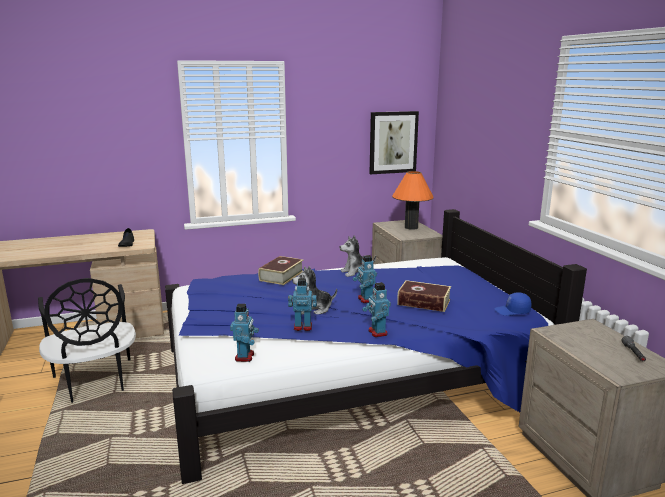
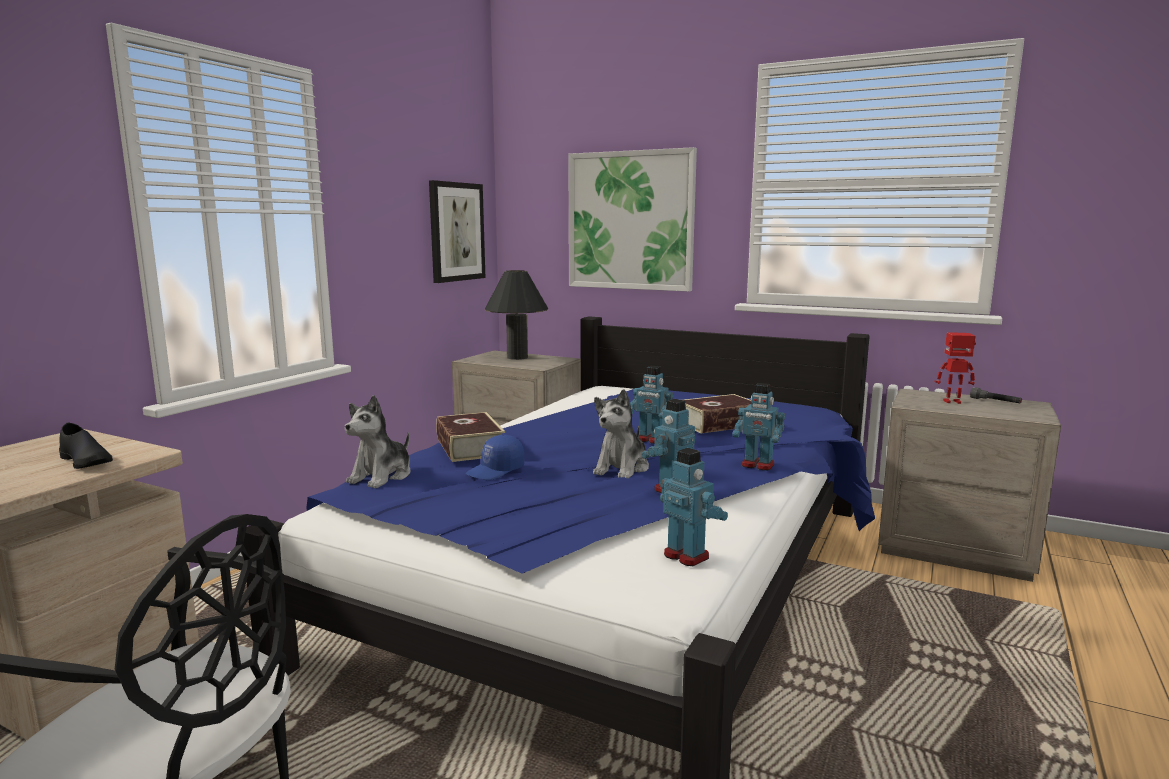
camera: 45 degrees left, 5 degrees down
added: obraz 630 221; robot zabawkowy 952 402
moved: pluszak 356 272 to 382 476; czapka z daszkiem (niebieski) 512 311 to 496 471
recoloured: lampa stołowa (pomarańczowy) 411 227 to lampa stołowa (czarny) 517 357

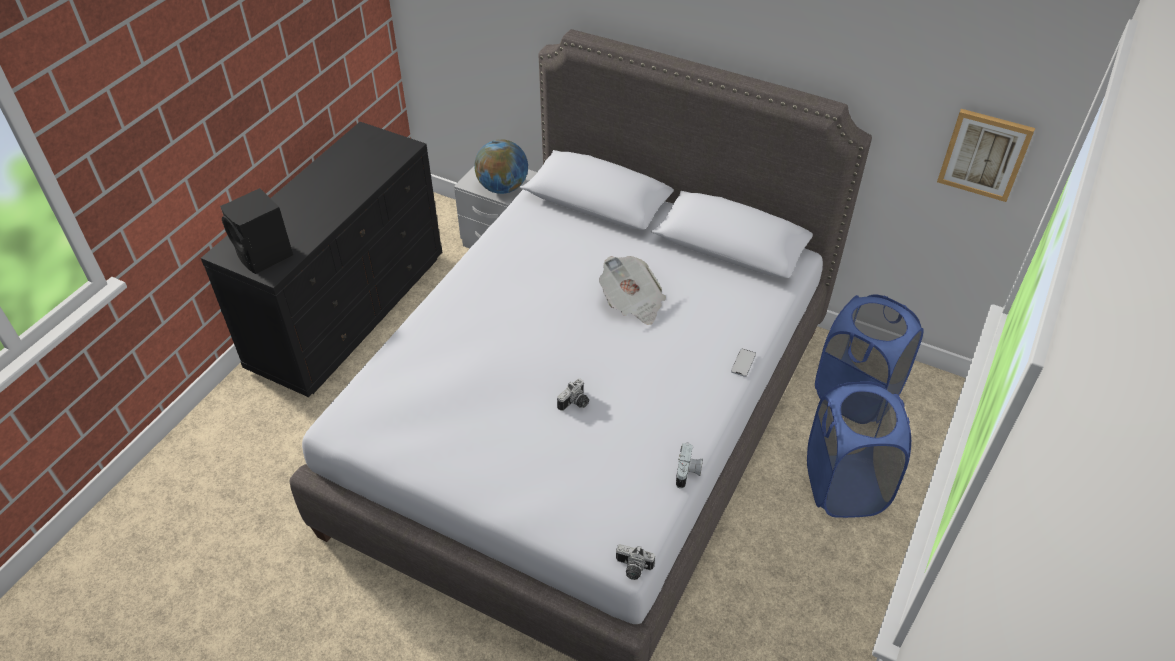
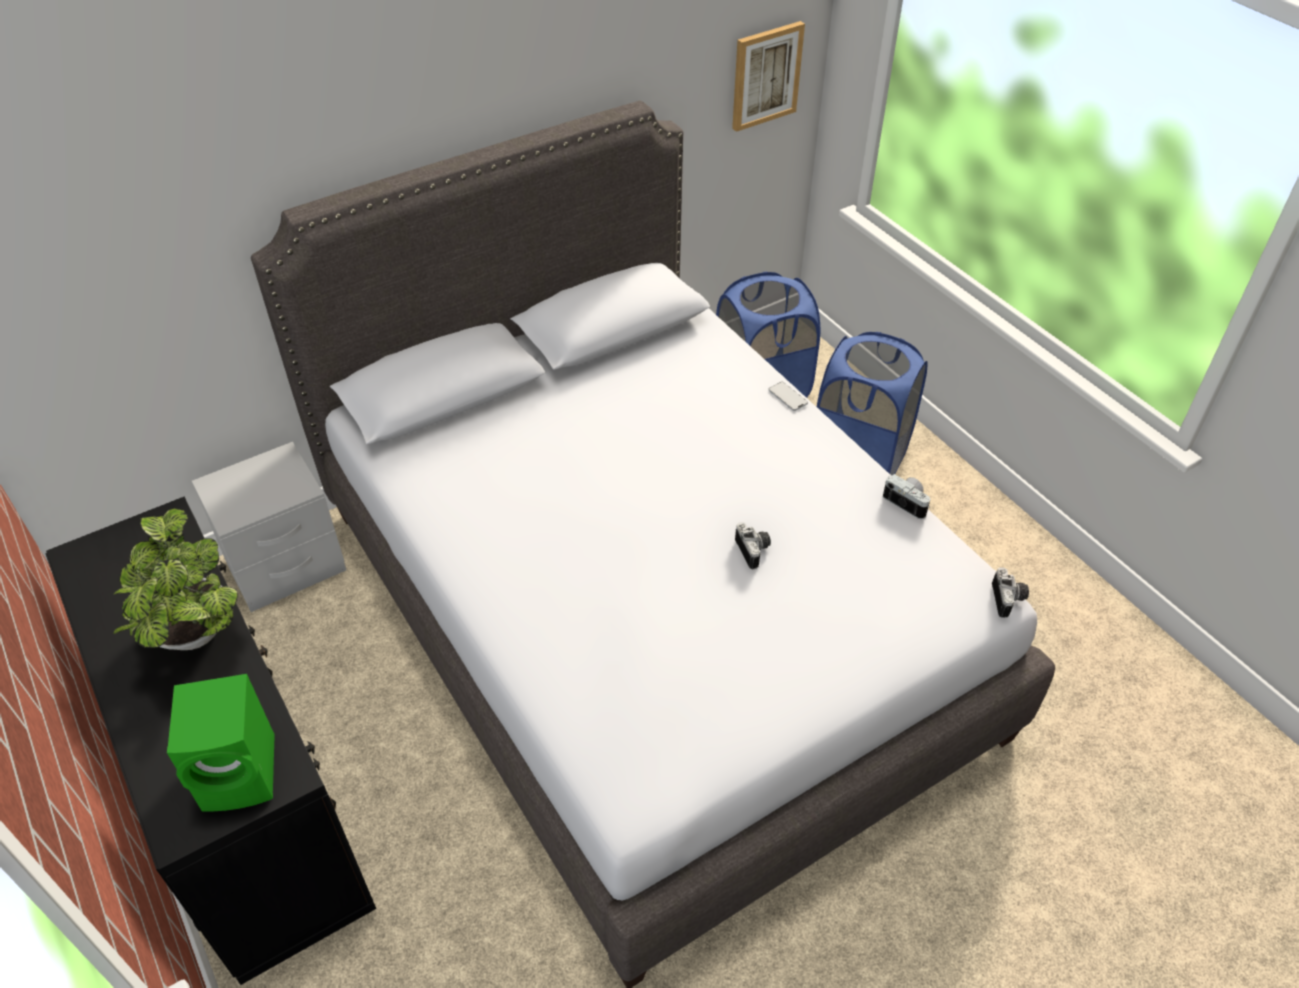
camera: 60 degrees left, 0 degrees up
removed: globus 503 187; gazeta 632 303
added: roślina doniczkowa 194 637
recoloured: głośnik (czarny) 265 256 to głośnik (zielony) 243 773
turned: aparat fotograficzny 632 569 = 1009 600 45 degrees counterclockwise

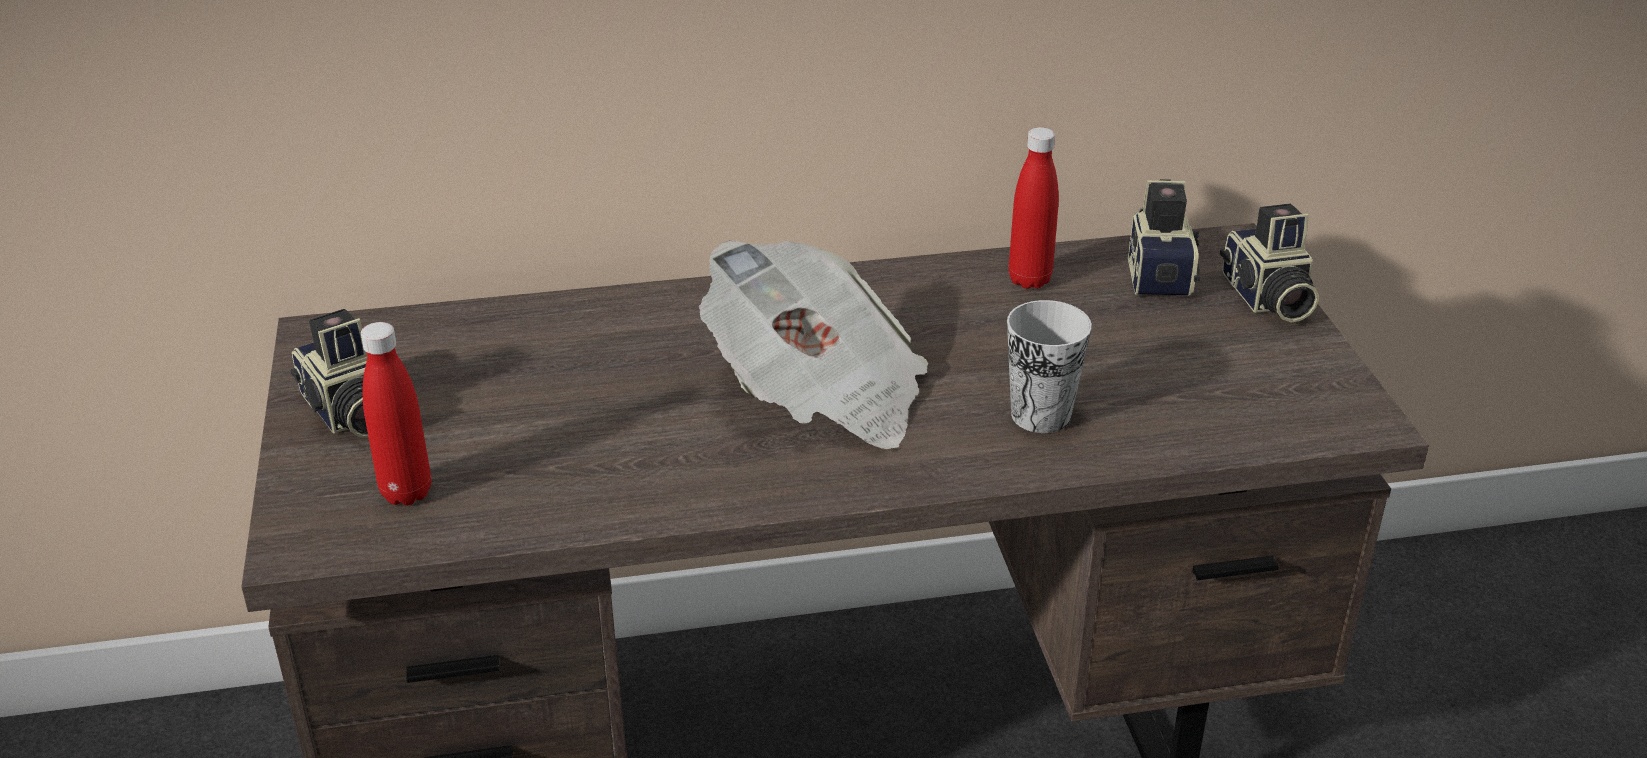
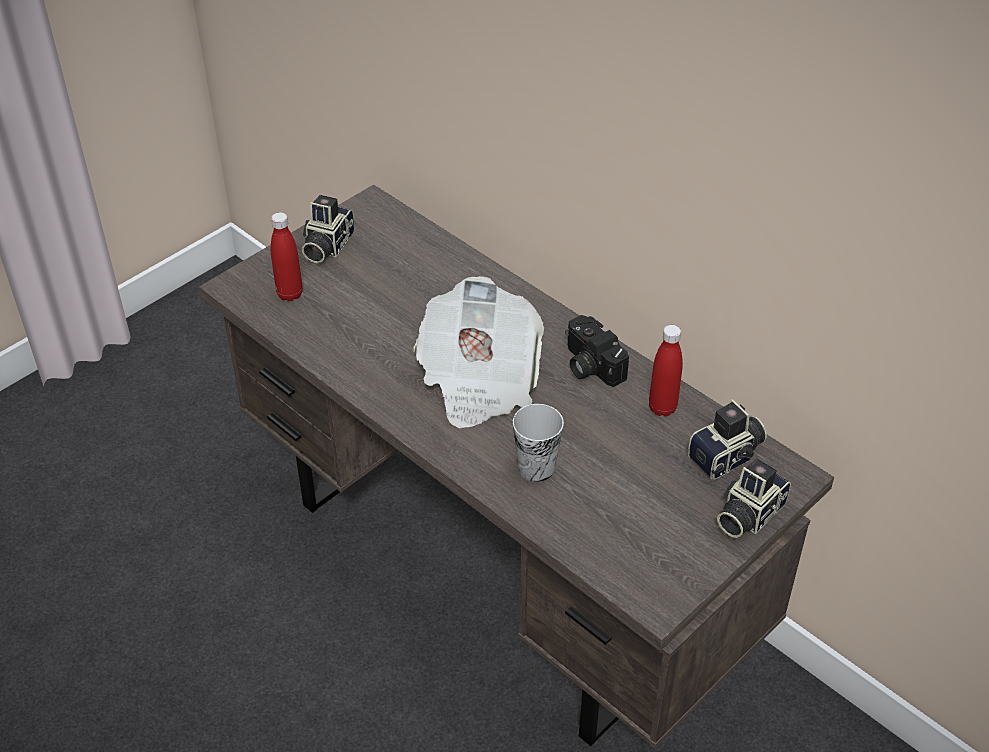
camera: 55 degrees right, 10 degrees up
added: aparat fotograficzny 589 365

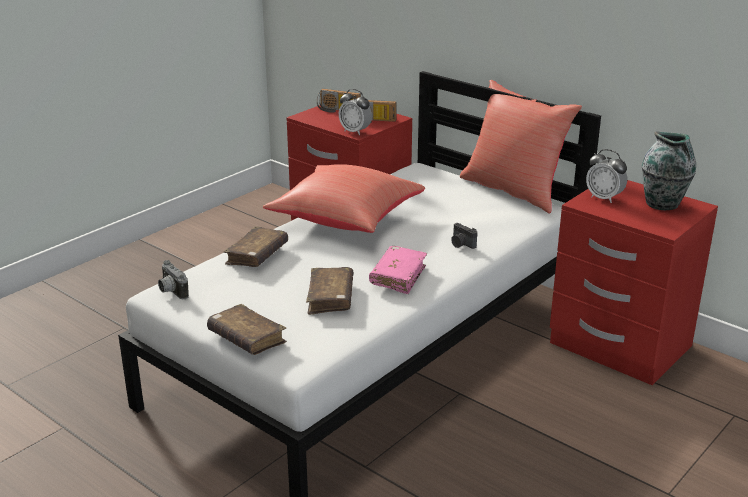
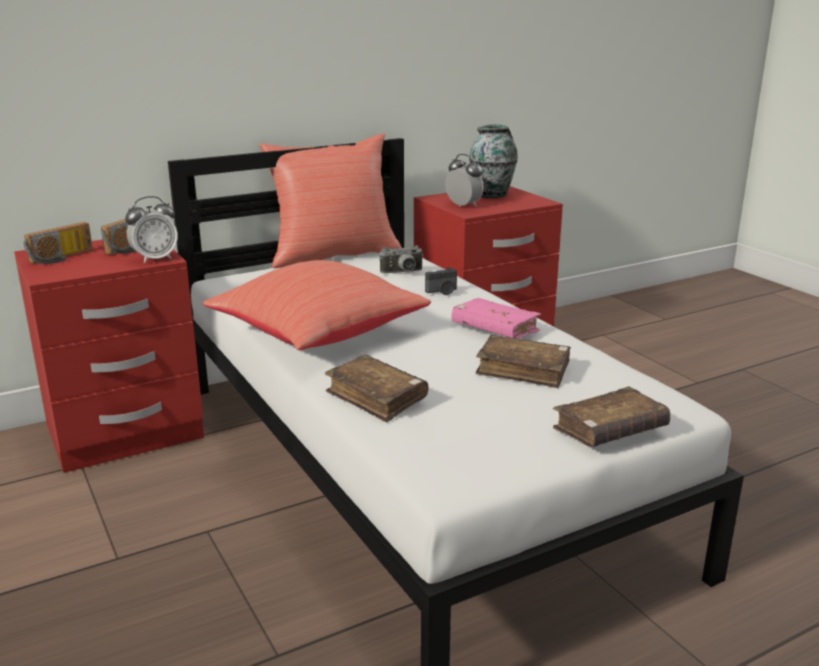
camera: 70 degrees left, 5 degrees down
moved: aparat fotograficzny 171 292 to 402 272
turned: budzik 604 198 = 463 206 105 degrees counterclockwise

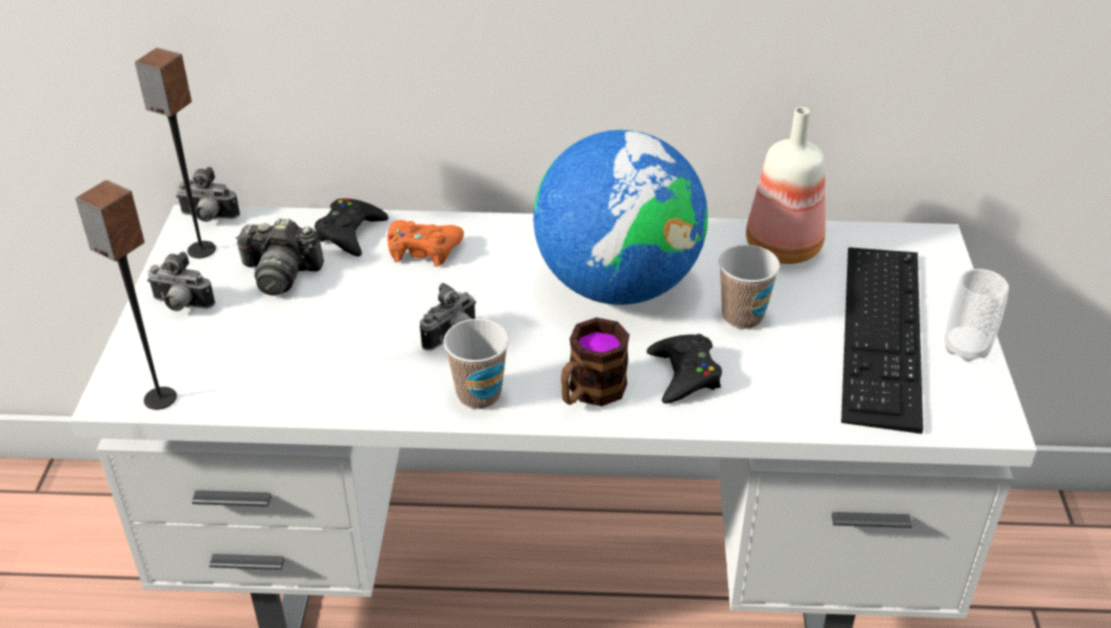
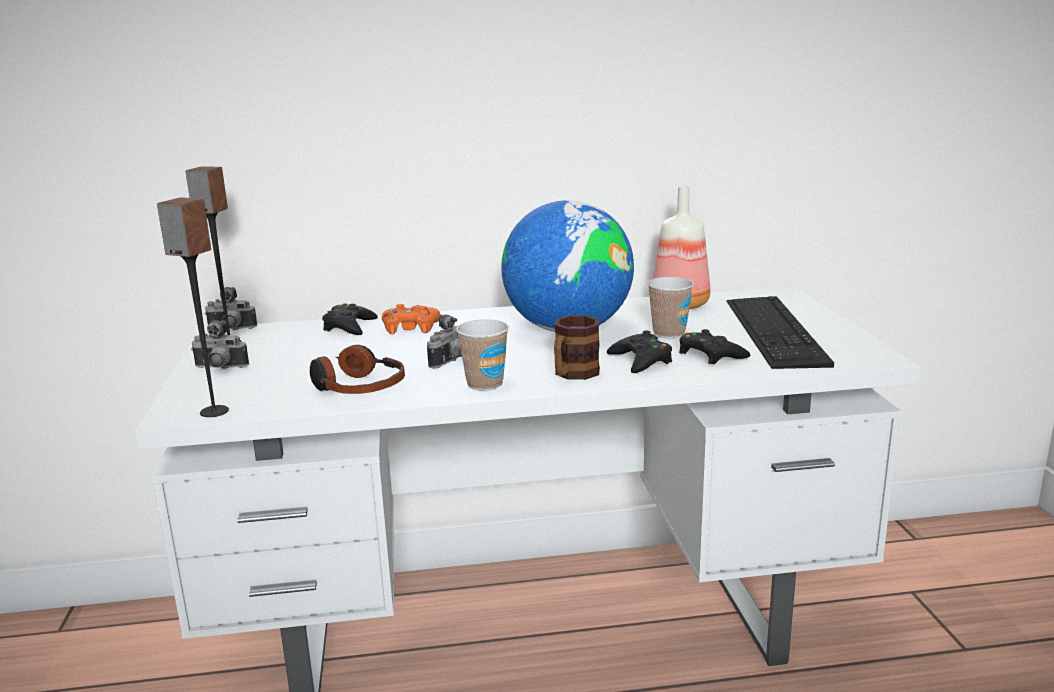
camera: 10 degrees left, 20 degrees down
removed: aparat fotograficzny 280 274; filiżanka 966 348
added: słuchawki 357 387; pad do gier (czarny) 710 355

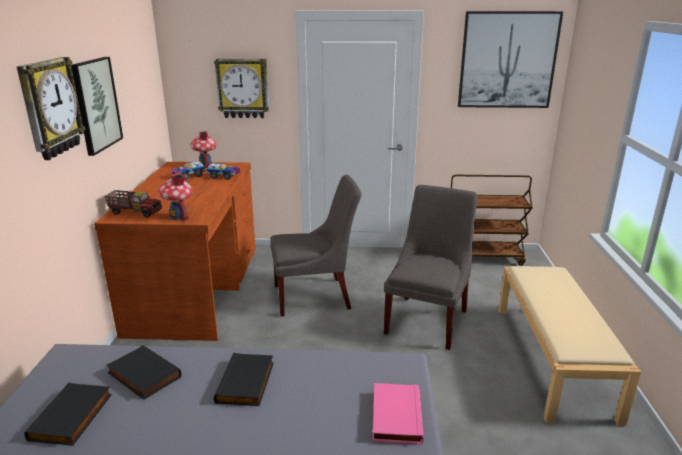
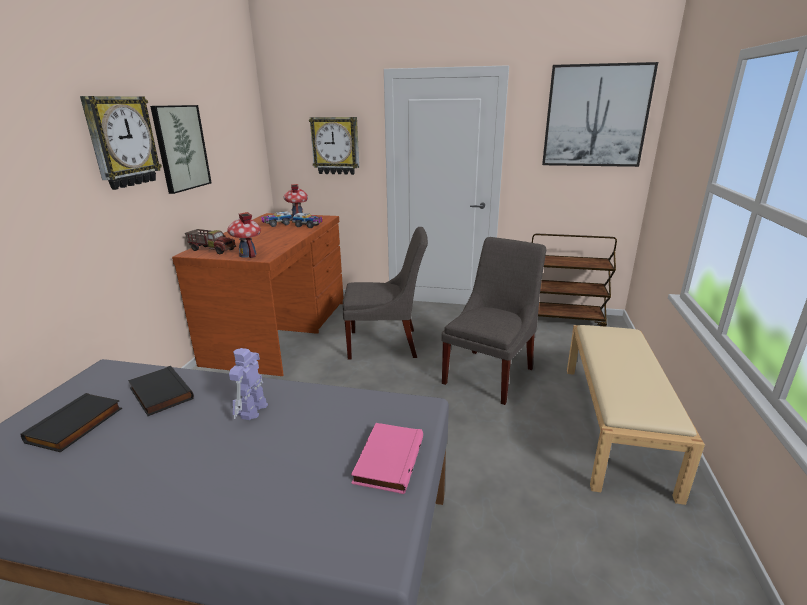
camera: 10 degrees right, 0 degrees up
replaced: książka (czarny) 247 383 to robot zabawkowy 252 410

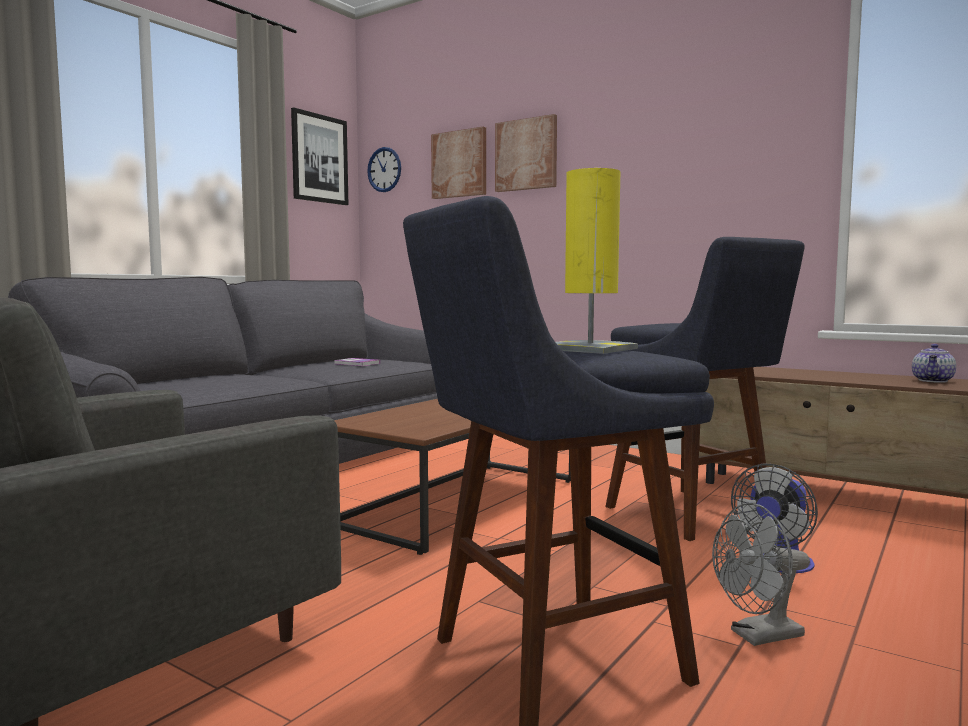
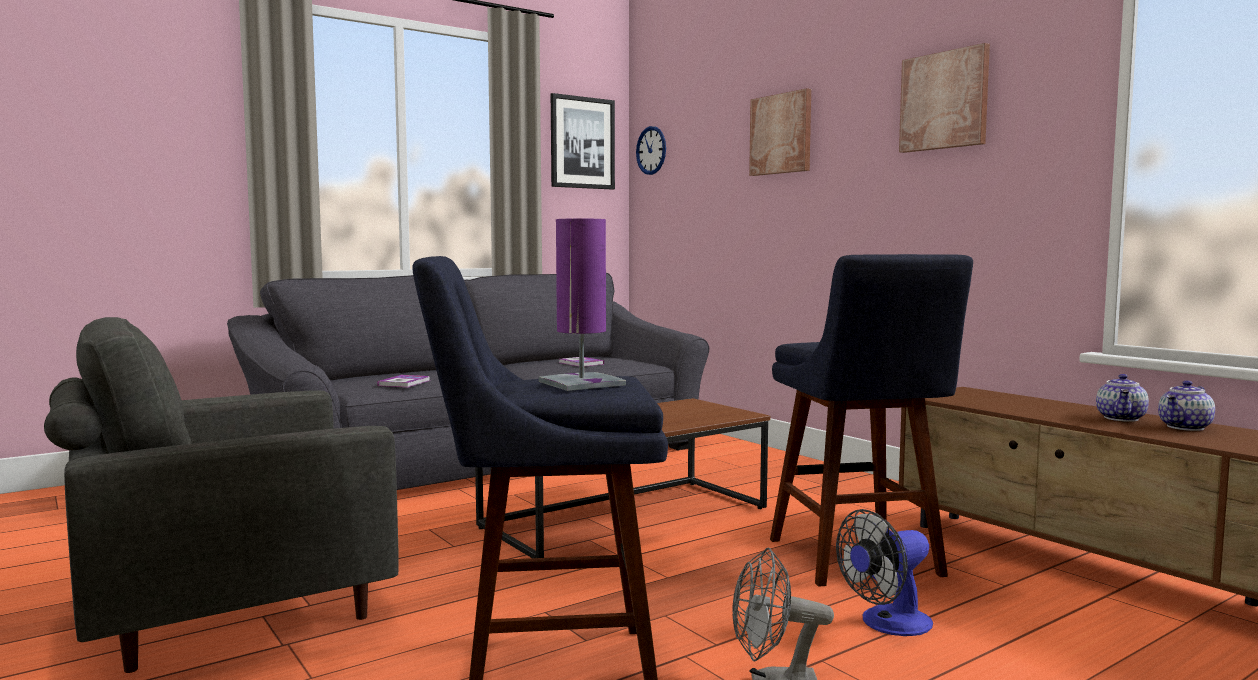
camera: 20 degrees right, 0 degrees up
added: książka 404 383; imbryk 1122 418
moved: obraz 459 164 to 944 101
recoloured: lampa stołowa (żółty) 590 349 to lampa stołowa (fioletowy) 581 383

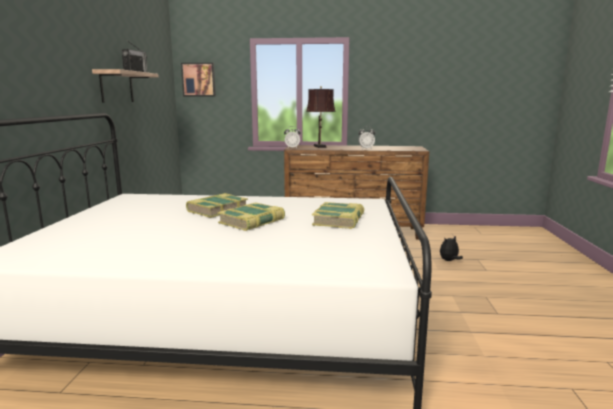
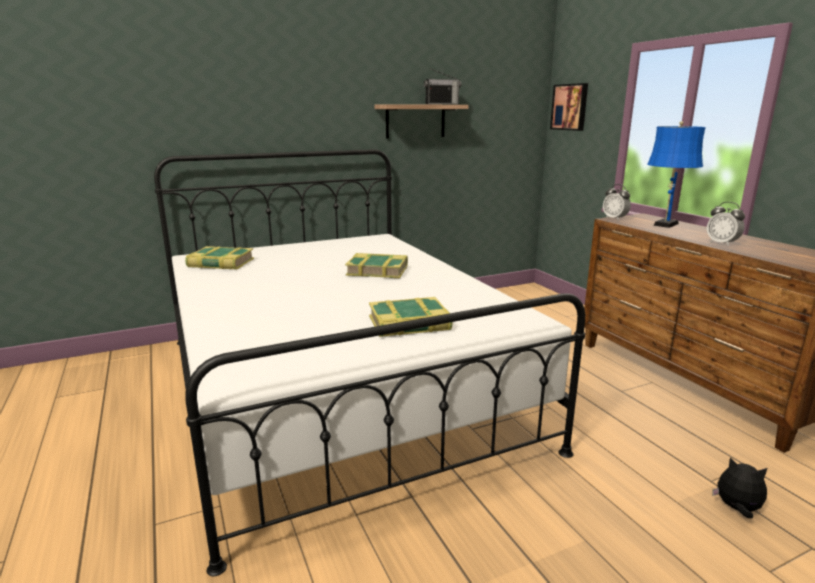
camera: 60 degrees right, 5 degrees up
moved: książka 252 222 to 221 264
recoloured: lampa stołowa (brązowy) 320 147 to lampa stołowa (niebieski) 665 225

